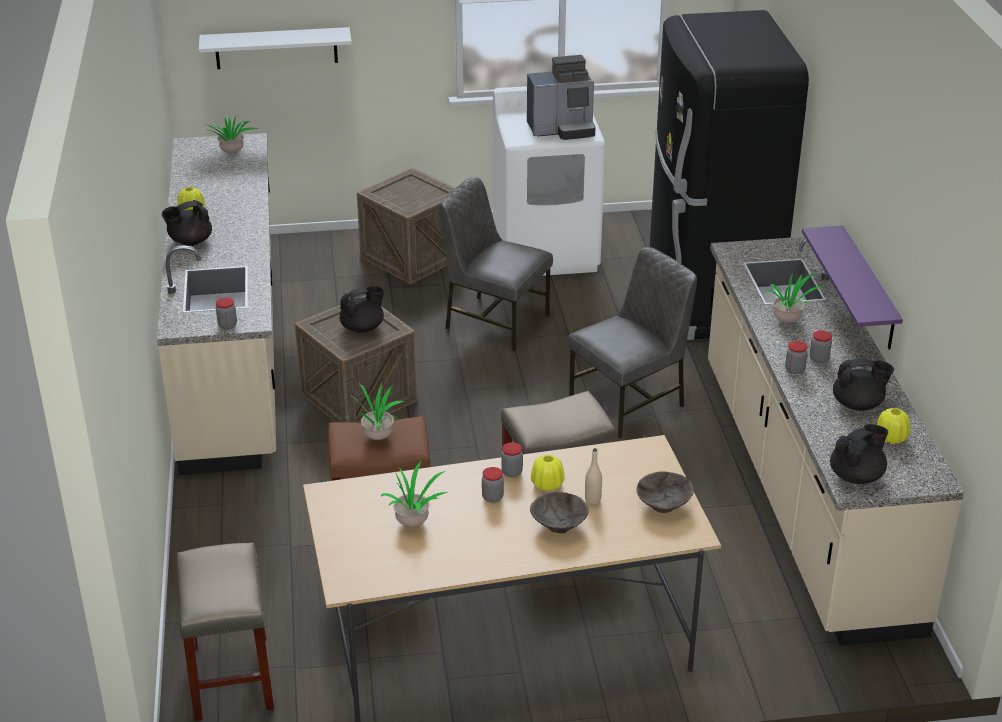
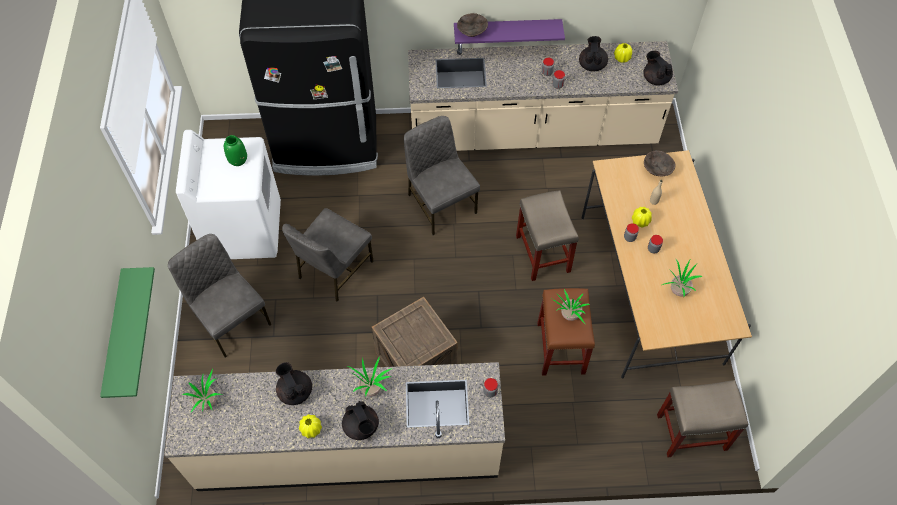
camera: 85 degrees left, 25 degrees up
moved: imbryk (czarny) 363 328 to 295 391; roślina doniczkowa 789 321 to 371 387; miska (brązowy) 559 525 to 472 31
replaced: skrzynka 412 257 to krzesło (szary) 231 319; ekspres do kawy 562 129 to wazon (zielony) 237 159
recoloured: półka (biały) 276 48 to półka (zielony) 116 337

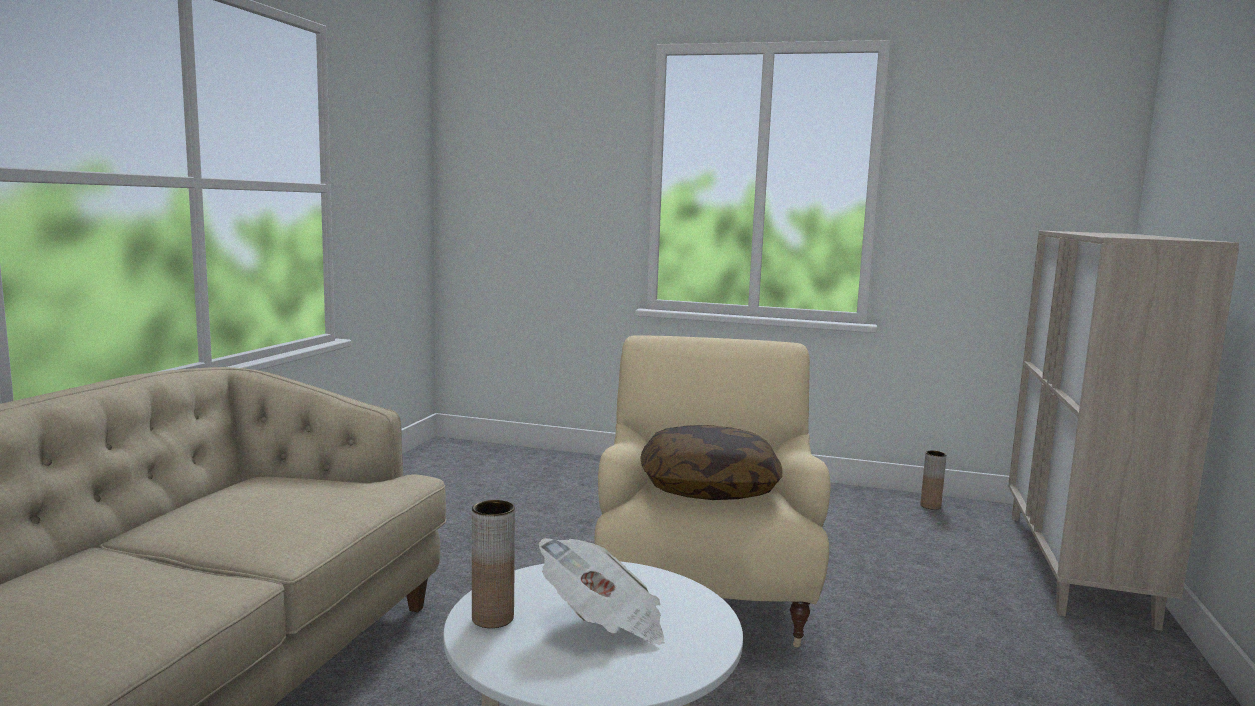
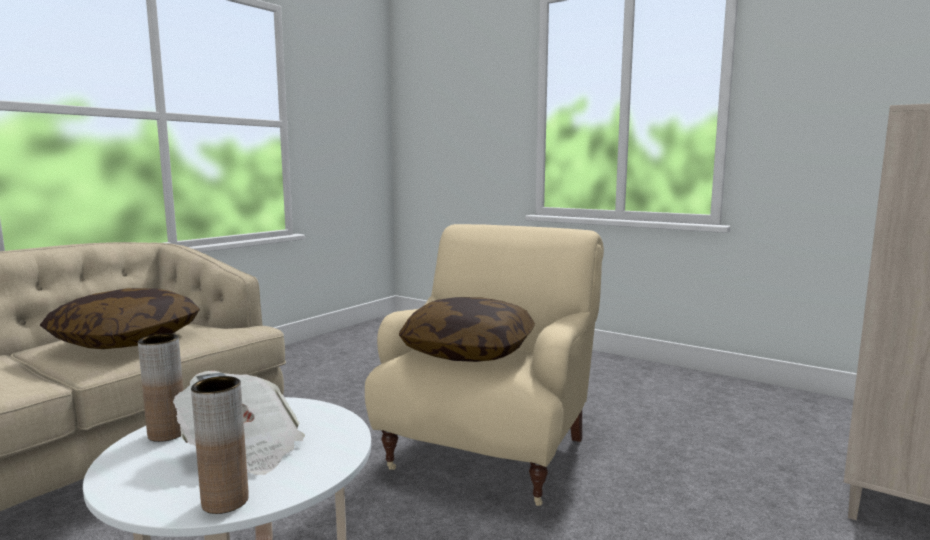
camera: 20 degrees right, 0 degrees up
added: poduszka 127 339
moved: wazon (brązowy) 930 506 to 225 501

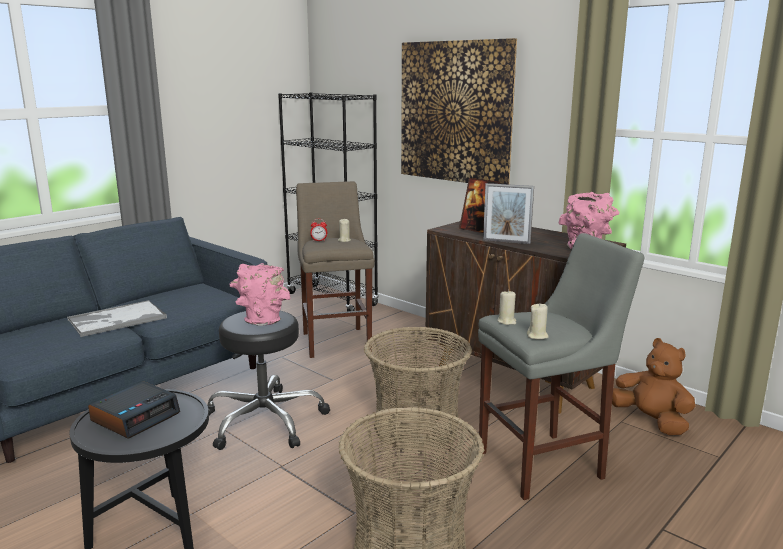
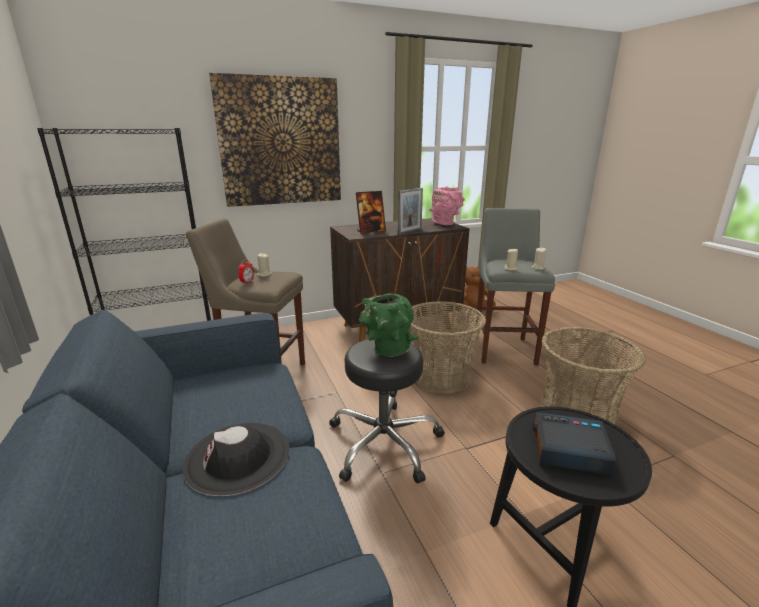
camera: 65 degrees left, 5 degrees up
replaced: taca 116 320 to kapelusz (czarny) 238 457
recoloured: wazon (różowy) 261 321 to wazon (zielony) 386 351
turned: budzik 136 417 = 568 450 45 degrees counterclockwise

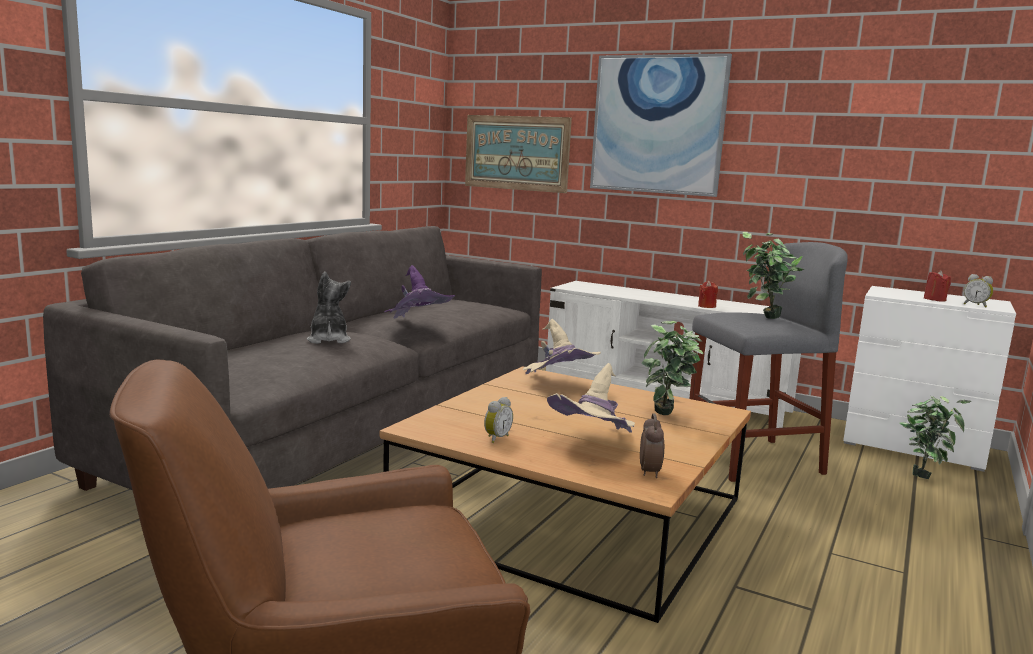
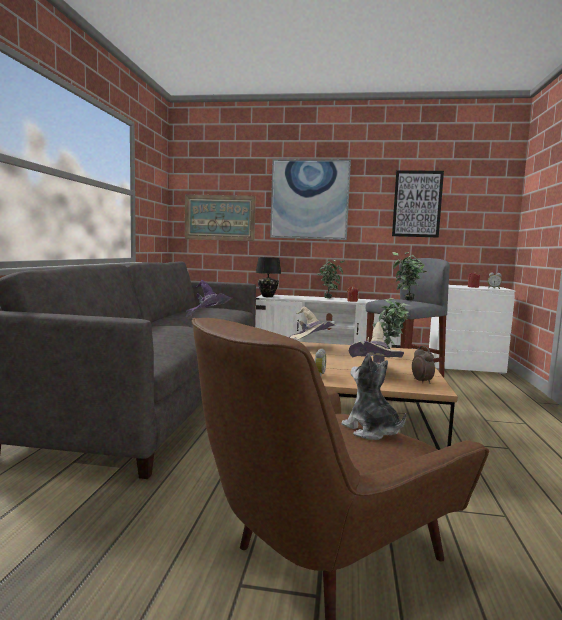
camera: 20 degrees left, 5 degrees down
added: lampa stołowa (czarny) 267 296; obraz 417 204
moved: roślina doniczkowa 923 475 to 329 298; pluszak 328 340 to 371 431

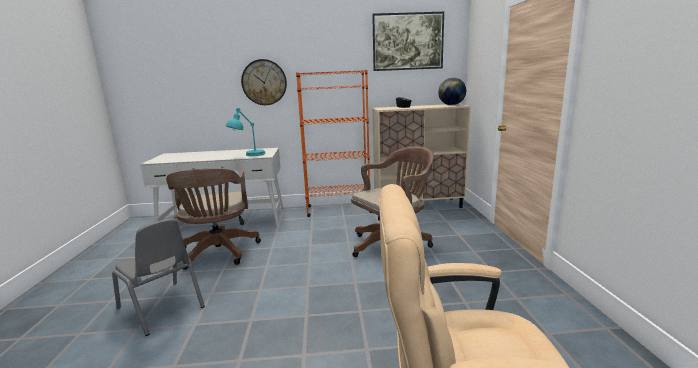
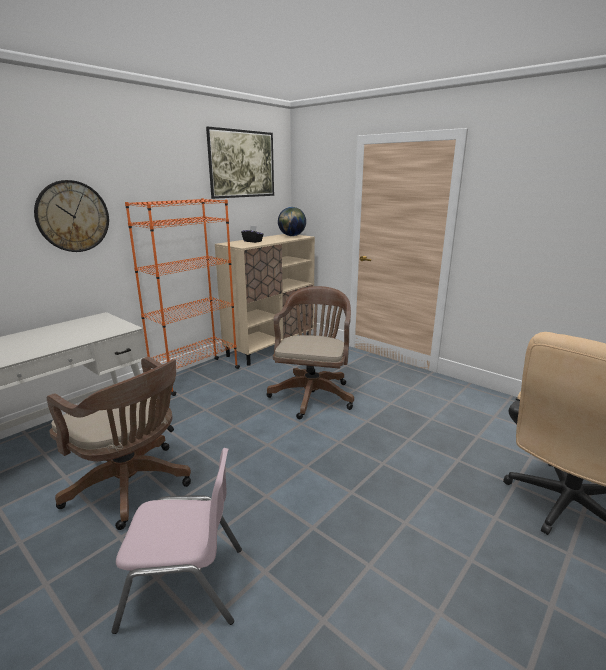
camera: 45 degrees left, 5 degrees up
removed: lampa stołowa (turkusowy) 248 155
recoloured: krzesło (szary) 161 307 to krzesło (różowy) 184 586

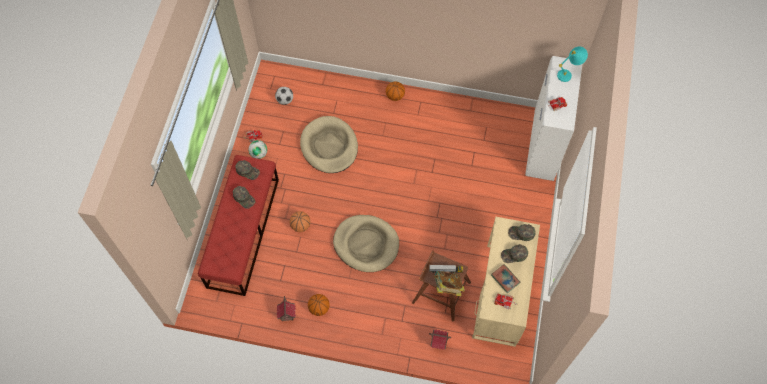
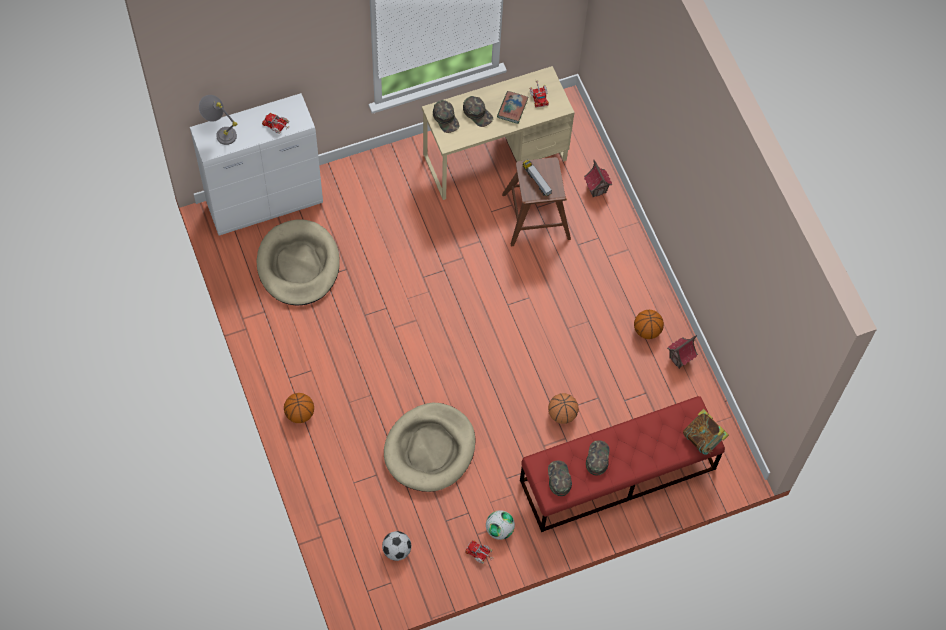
camera: 125 degrees left, 0 degrees up
moved: legowisko (beżowy) 366 244 to 298 265; książka 447 287 to 703 438
recoloured: lampa stołowa (turkusowy) 569 74 to lampa stołowa (szary) 220 132

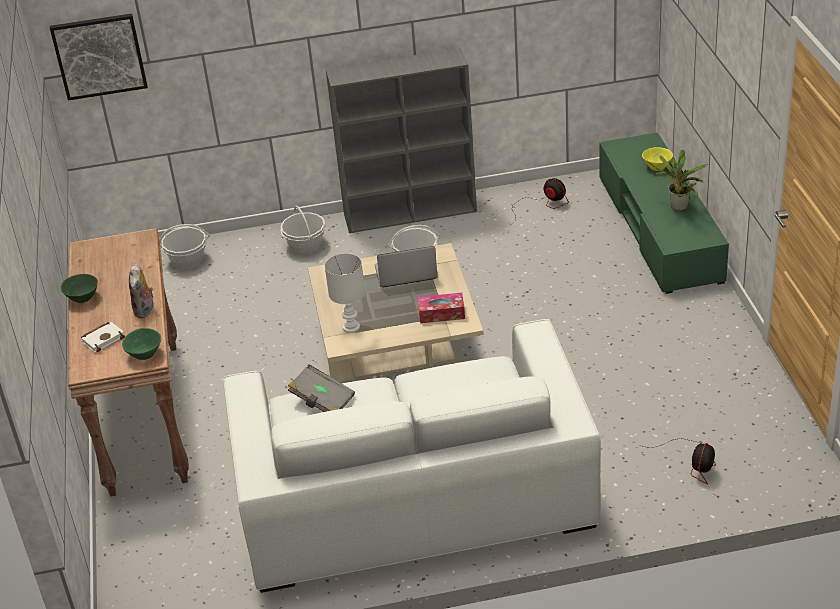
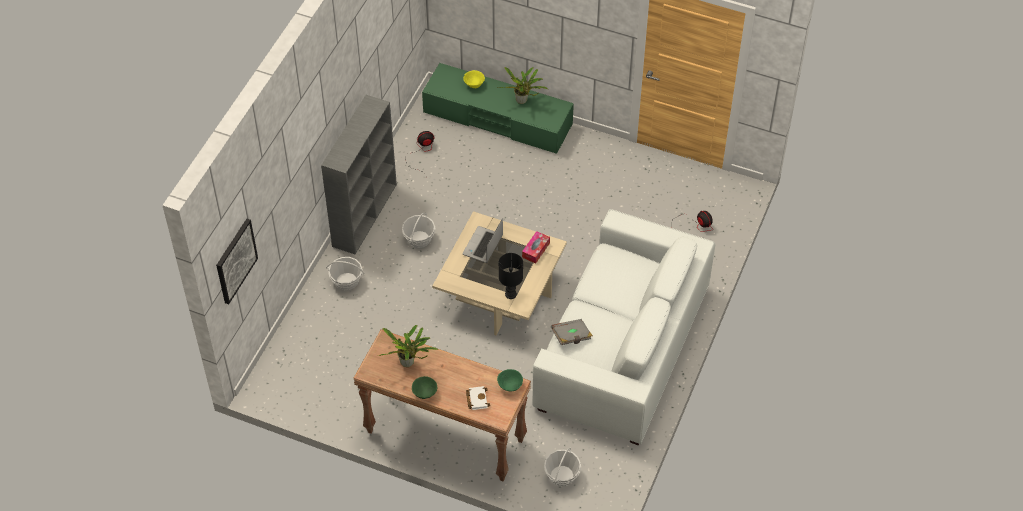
camera: 60 degrees left, 15 degrees up
removed: pluszak 145 311
added: roślina doniczkowa 409 363
moved: koszyk 188 261 to 562 476
recoloured: lampa stołowa (biały) 350 327 to lampa stołowa (czarny) 510 294

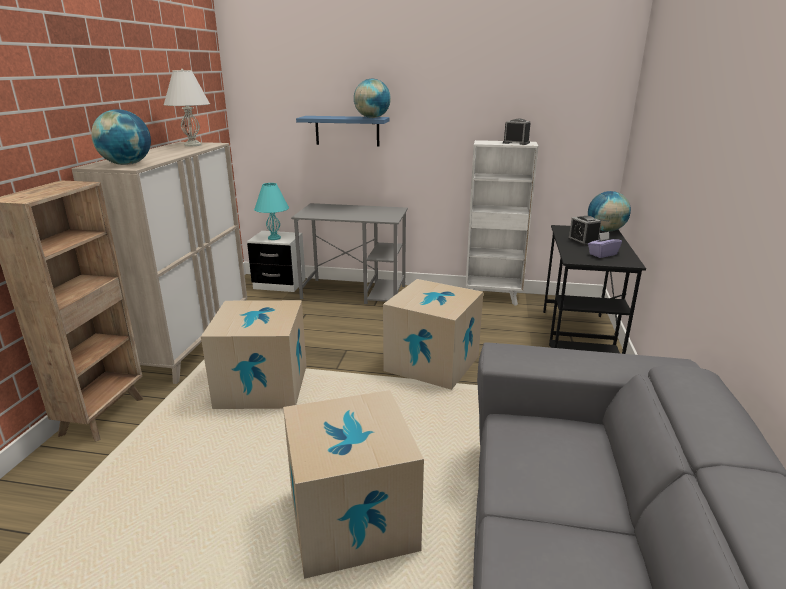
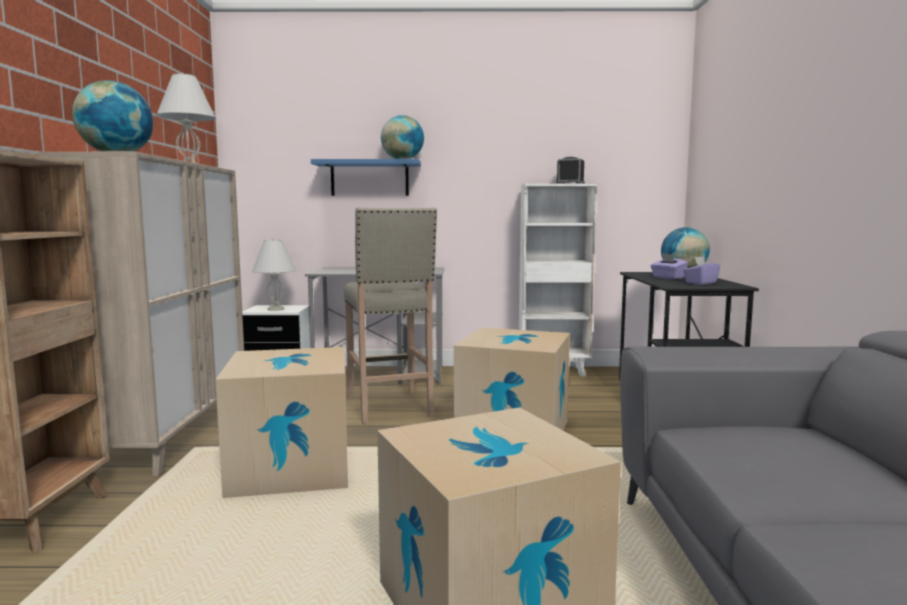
camera: 10 degrees left, 15 degrees down
added: stołek (beżowy) 389 407
replaced: budzik 583 241 to pudełko chusteczek (fioletowy) 668 278
recoloured: lampa stołowa (turkusowy) 274 238 to lampa stołowa (biały) 276 309

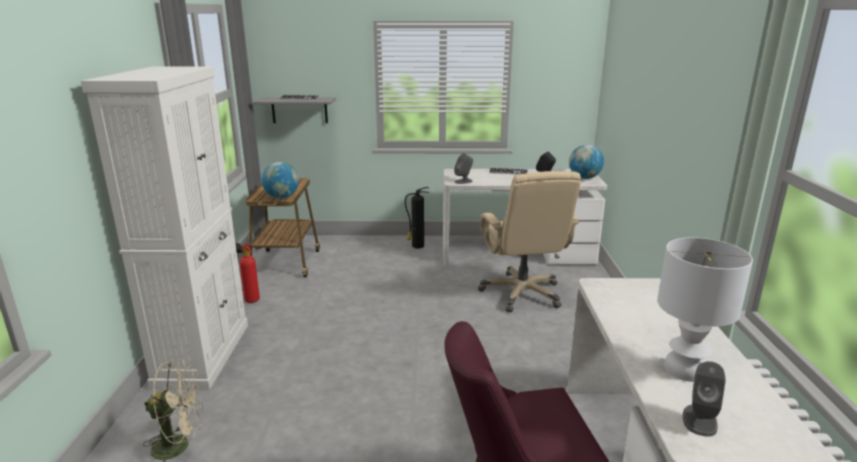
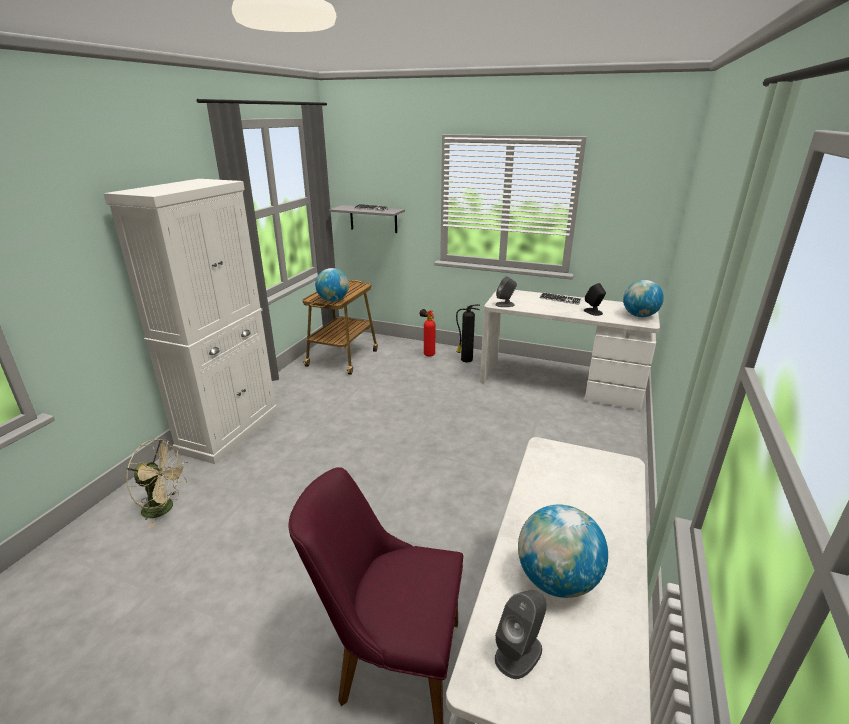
camera: 20 degrees right, 5 degrees up
removed: krzesło biurowe (beżowy) 522 293
moved: gaśnica 250 300 to 427 354
replaced: lampa stołowa (biały) 684 369 to globus 556 580

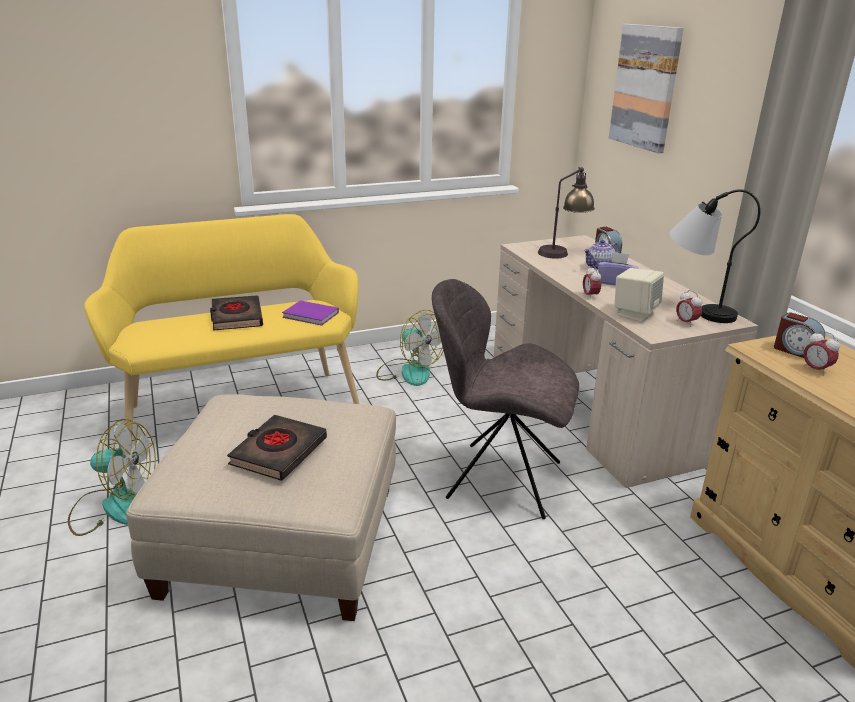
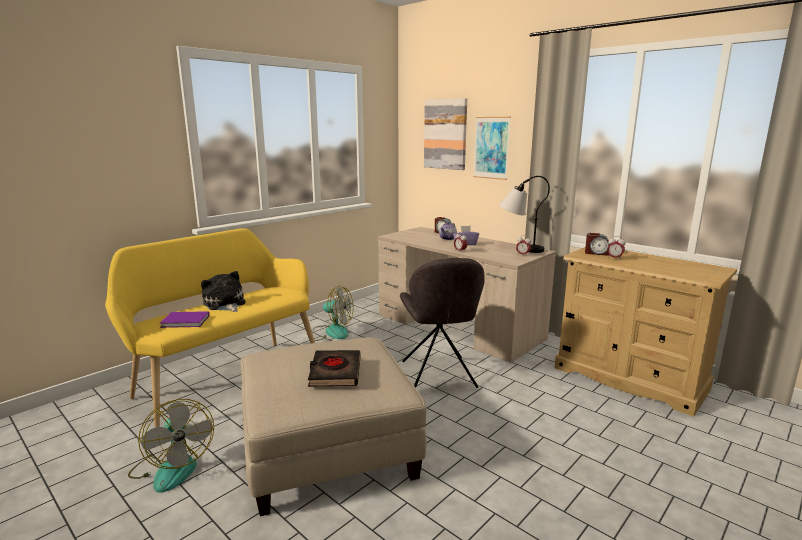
camera: 25 degrees left, 10 degrees down
removed: lampa stołowa 563 252; głośnik (beżowy) 634 314
added: obraz 491 148
moved: książka (fioletowy) 311 315 to 186 321
replaced: książka (czarny) 236 317 to pluszak 225 304
turned: wentylator 114 506 = 172 467 75 degrees clockwise; krzesło (szary) 499 479 = 438 376 90 degrees counterclockwise

